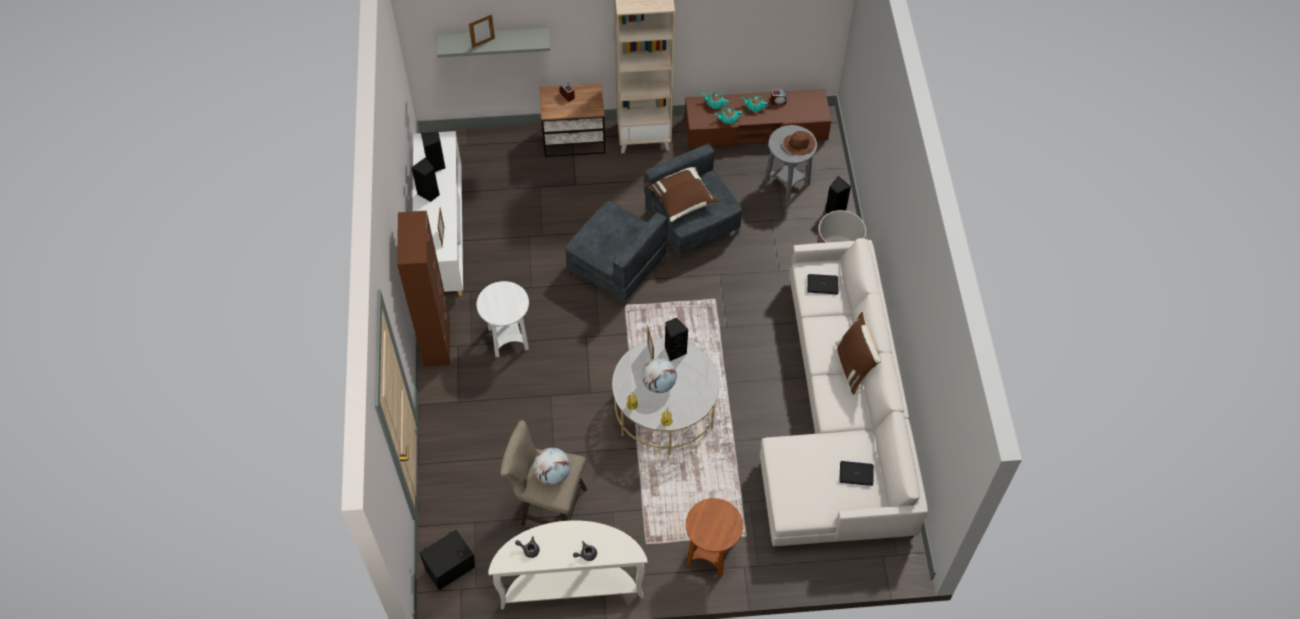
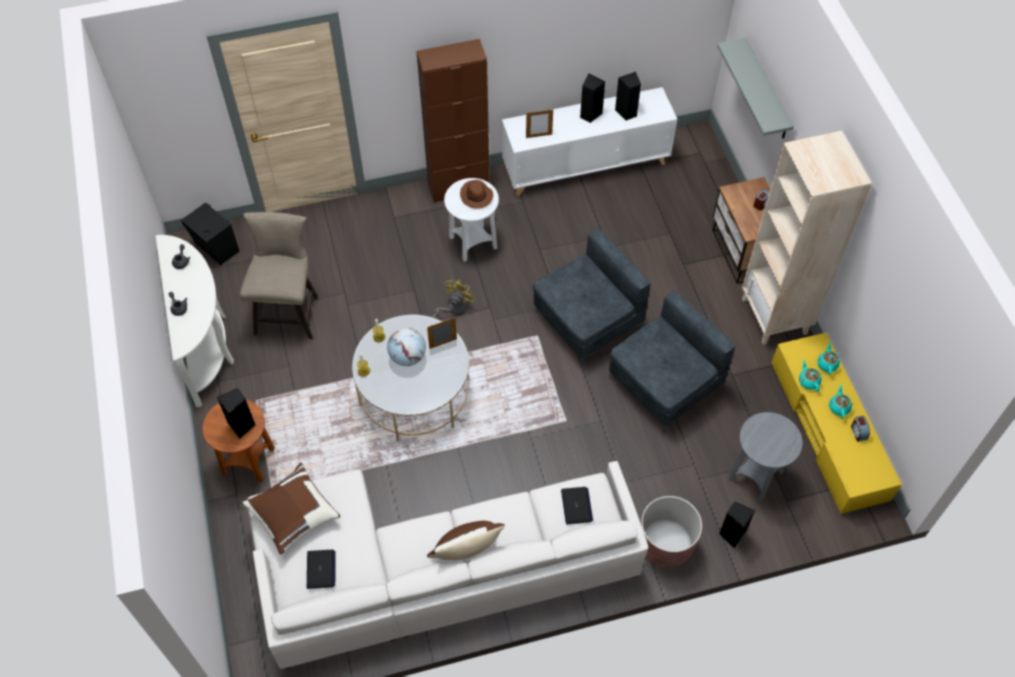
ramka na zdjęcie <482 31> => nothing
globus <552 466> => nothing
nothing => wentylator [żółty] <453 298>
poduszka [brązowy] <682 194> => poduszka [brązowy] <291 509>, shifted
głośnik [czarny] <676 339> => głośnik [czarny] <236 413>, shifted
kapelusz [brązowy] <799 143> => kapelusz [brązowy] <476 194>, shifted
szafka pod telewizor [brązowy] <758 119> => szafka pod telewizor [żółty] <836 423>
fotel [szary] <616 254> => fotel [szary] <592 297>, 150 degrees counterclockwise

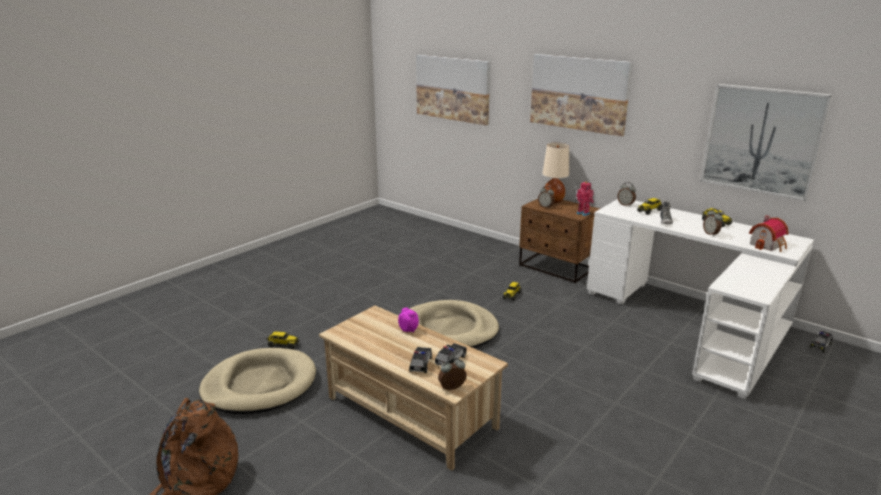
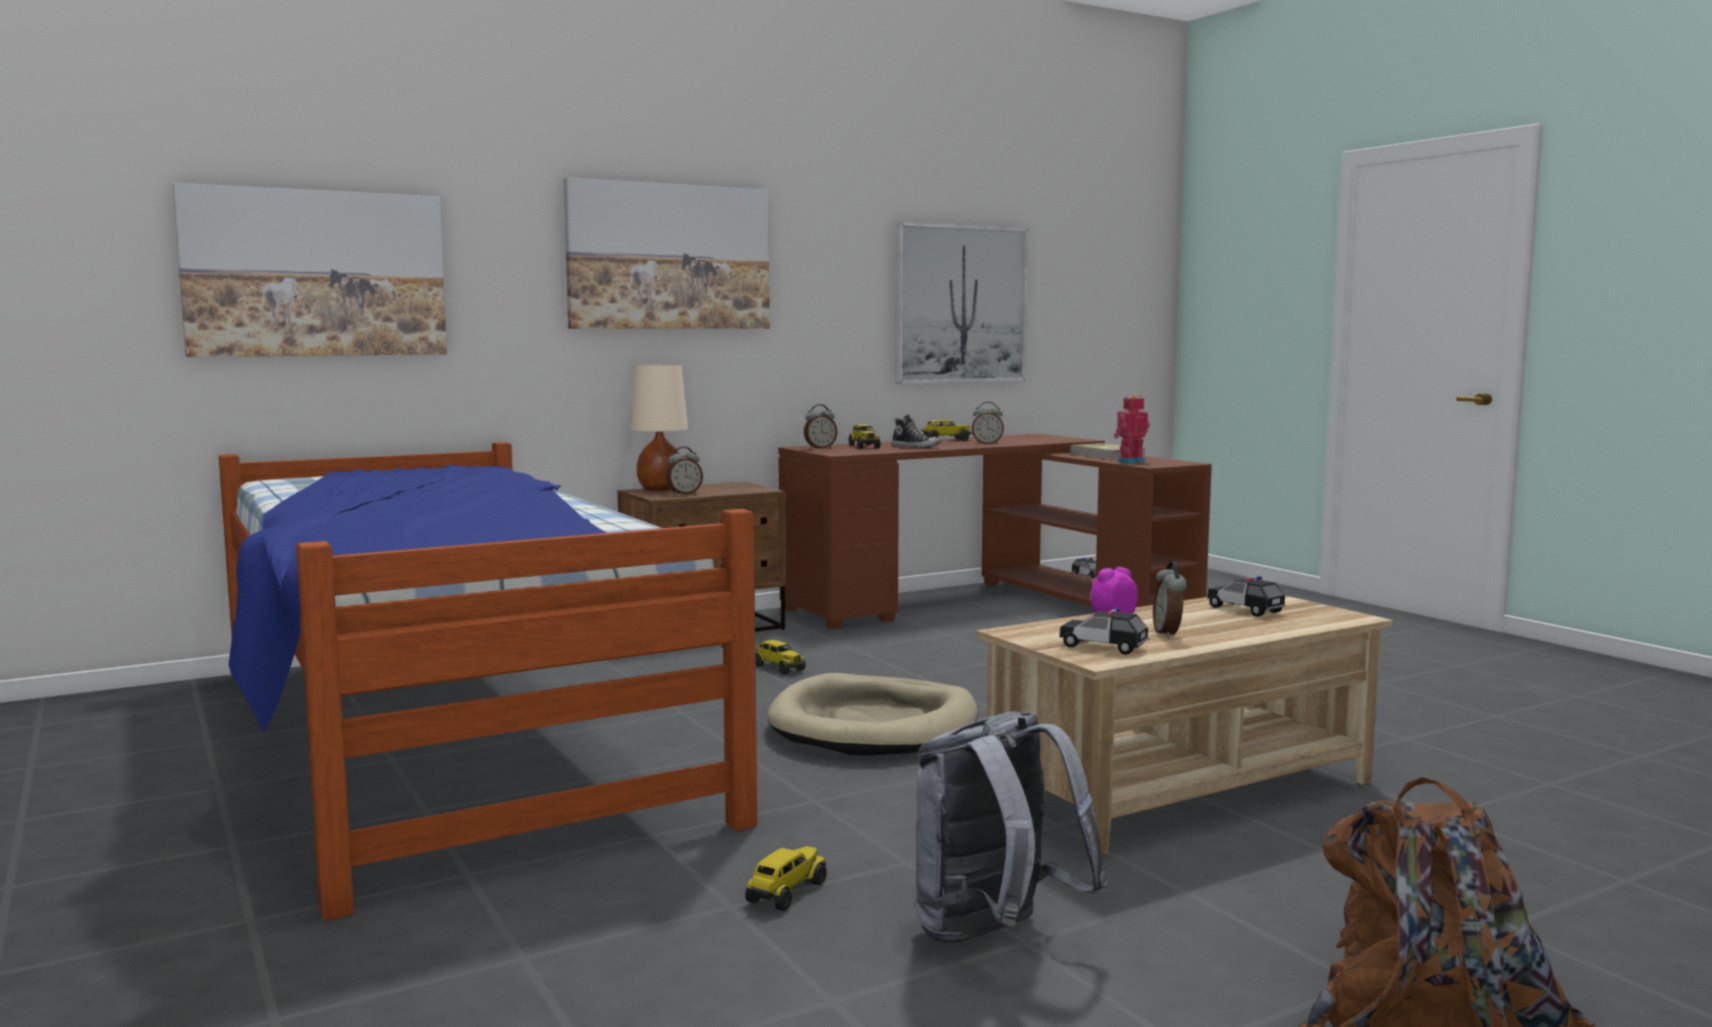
domek <768 233> => nothing
nothing => łóżko <488 681>
nothing => książka <1107 451>
samochodzik <420 360> => samochodzik <1104 631>, shifted
budzik <452 373> => budzik <1170 599>, shifted
robot zabawkowy <585 198> => robot zabawkowy <1132 428>, shifted
legowisko [beżowy] <257 381> => plecak [szary] <1011 827>
biurko [biały] <700 299> => biurko [brązowy] <995 531>

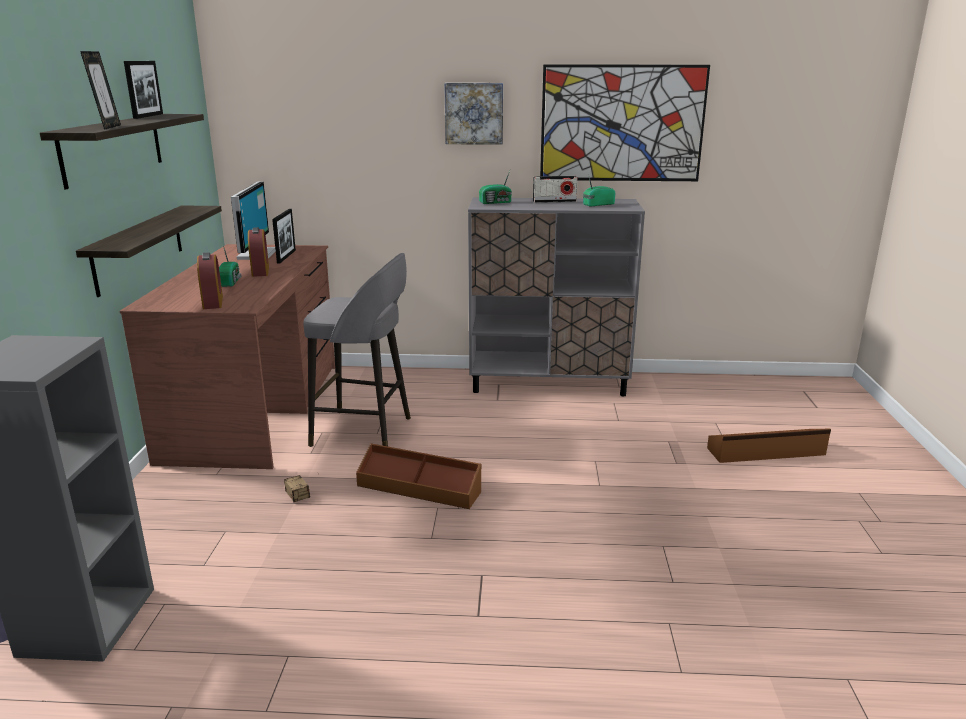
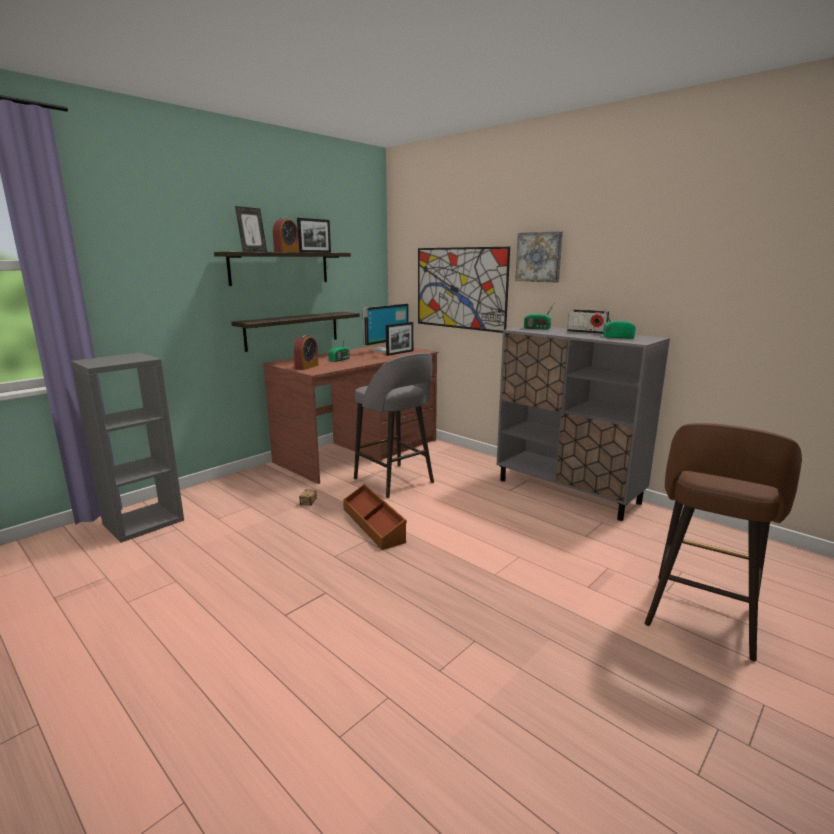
budzik <258 252> => budzik <286 234>, shifted
obraz <625 123> => obraz <464 290>, shifted
pojemnik do przechowywania [brązowy] <769 445> => stołek [brązowy] <723 542>

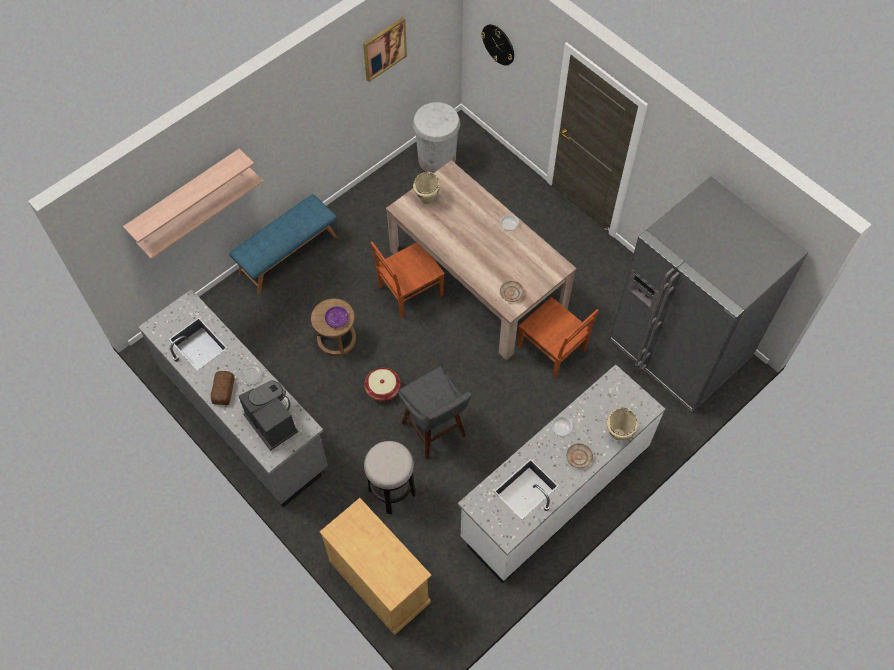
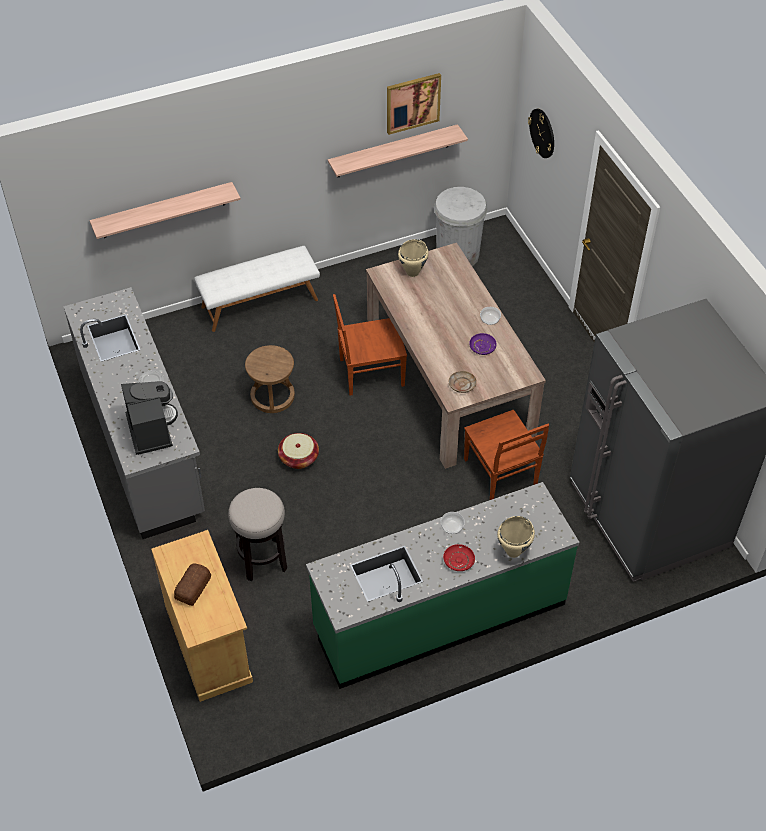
stołek [szary] <435 413> => nothing
półka <188 196> => półka <398 150>, shifted
chleb <222 388> => chleb <192 584>, shifted
talerz [fioletowy] <336 317> => talerz [fioletowy] <483 344>, shifted
ławka [niebieski] <283 244> => ławka [biały] <257 289>
zabudowa kuchenna [biały] <561 473> => zabudowa kuchenna [zielony] <442 585>
talerz [beżowy] <579 455> => talerz [czerwony] <459 557>

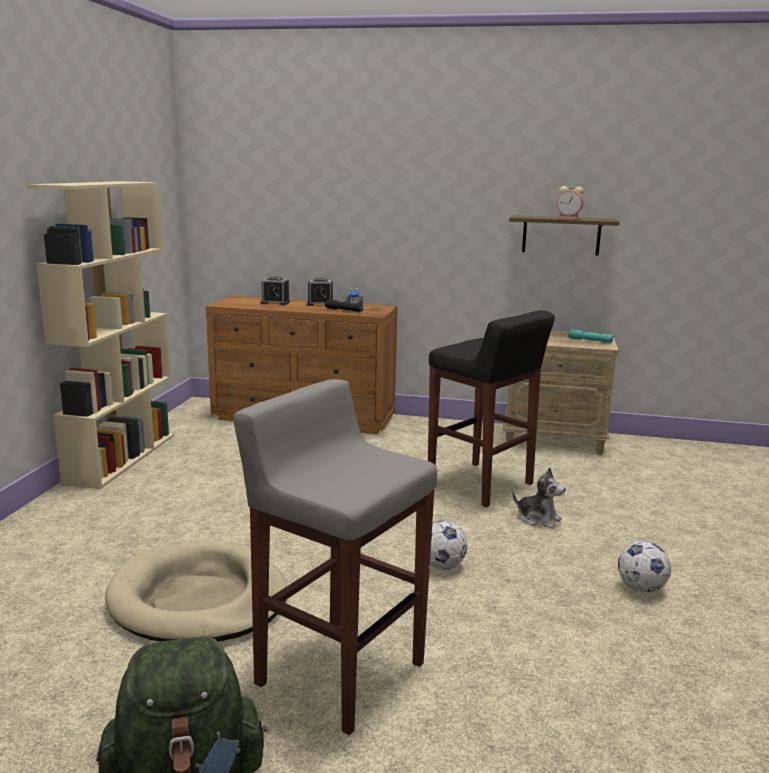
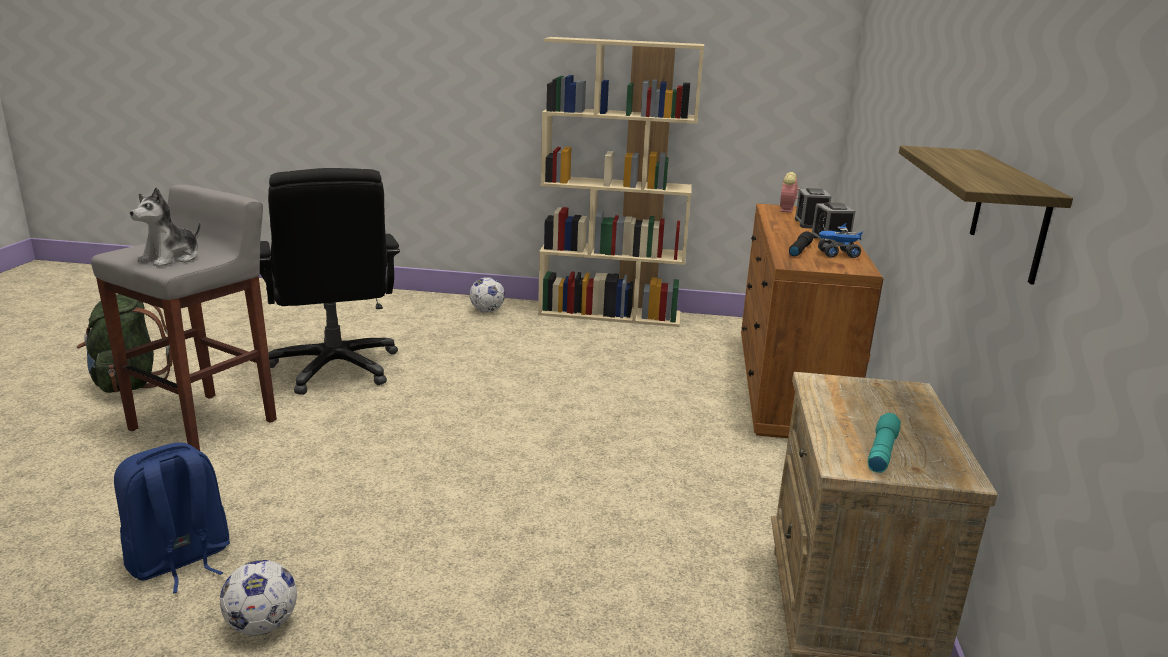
stołek [czarny] <491 408> => nothing
nothing => plecak [niebieski] <172 517>
piłka futbolowa <448 545> => piłka futbolowa <487 294>, shifted
pluszak <539 498> => pluszak <165 227>, shifted
budzik <570 202> => budzik <790 192>, shifted
legowisko [beżowy] <196 592> => krzesło biurowe [czarny] <330 281>

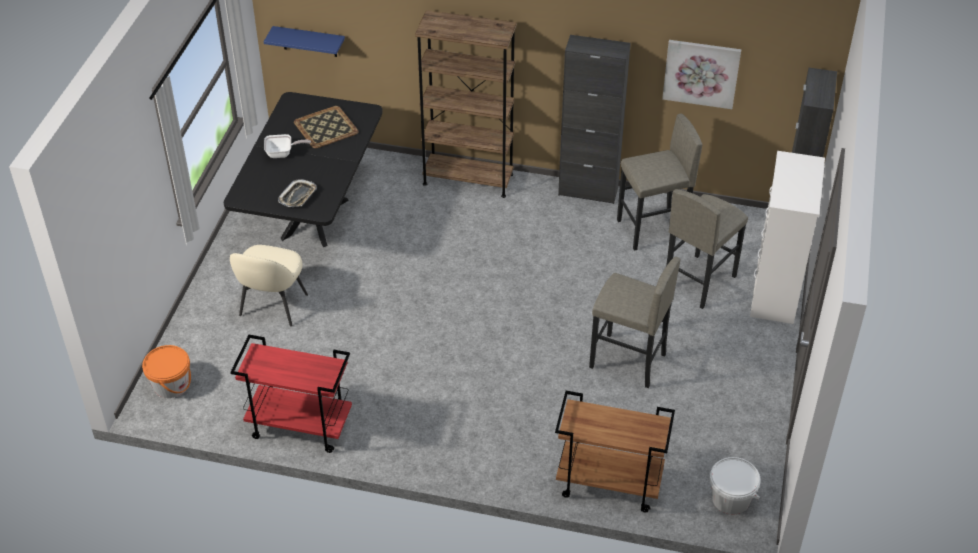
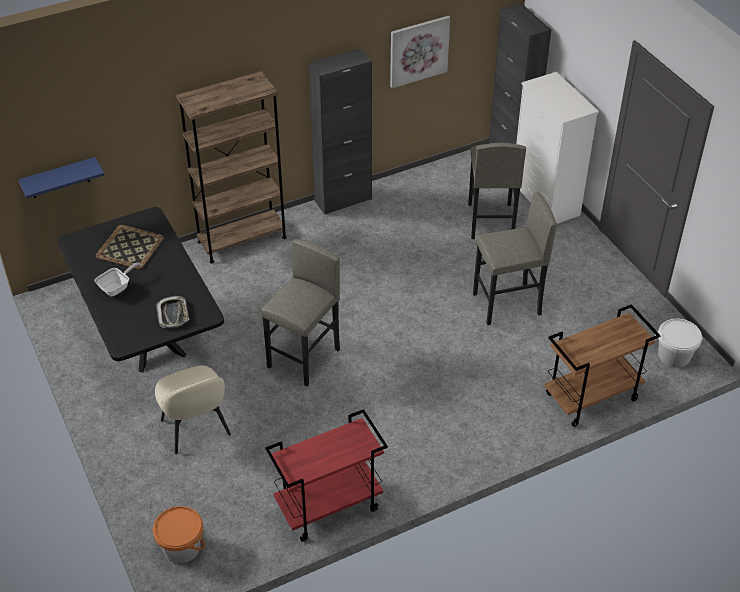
stołek [szary] <660 182> => stołek [szary] <300 313>, shifted

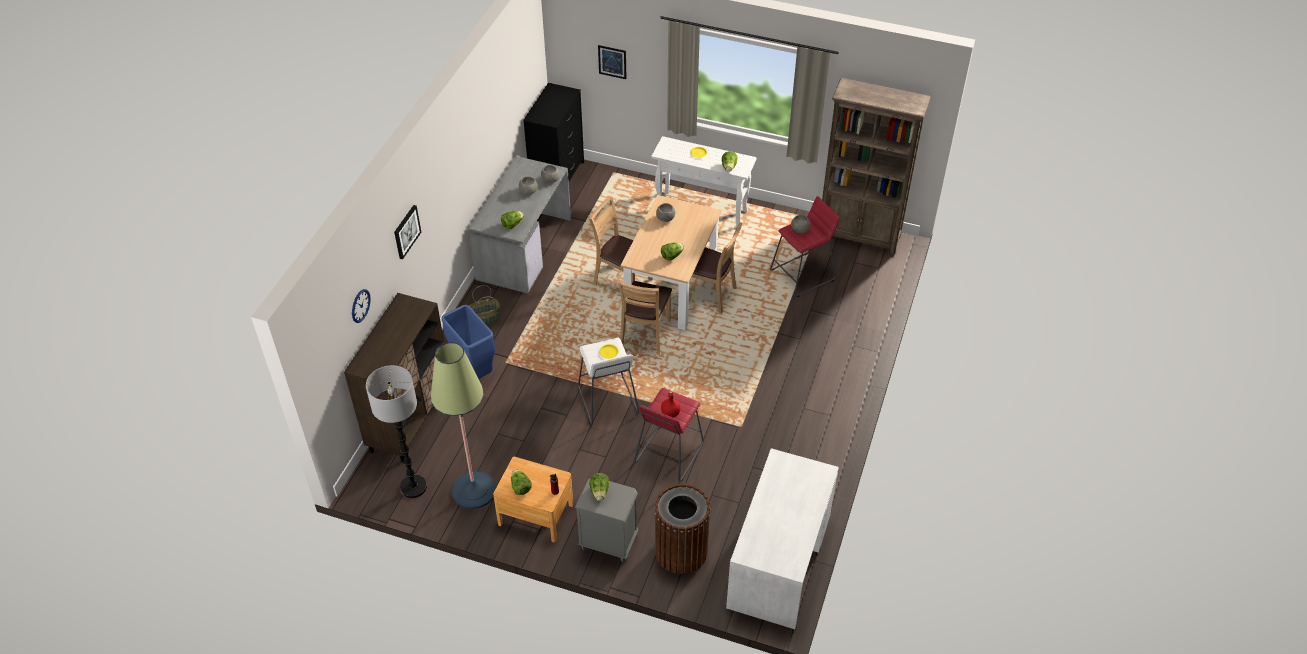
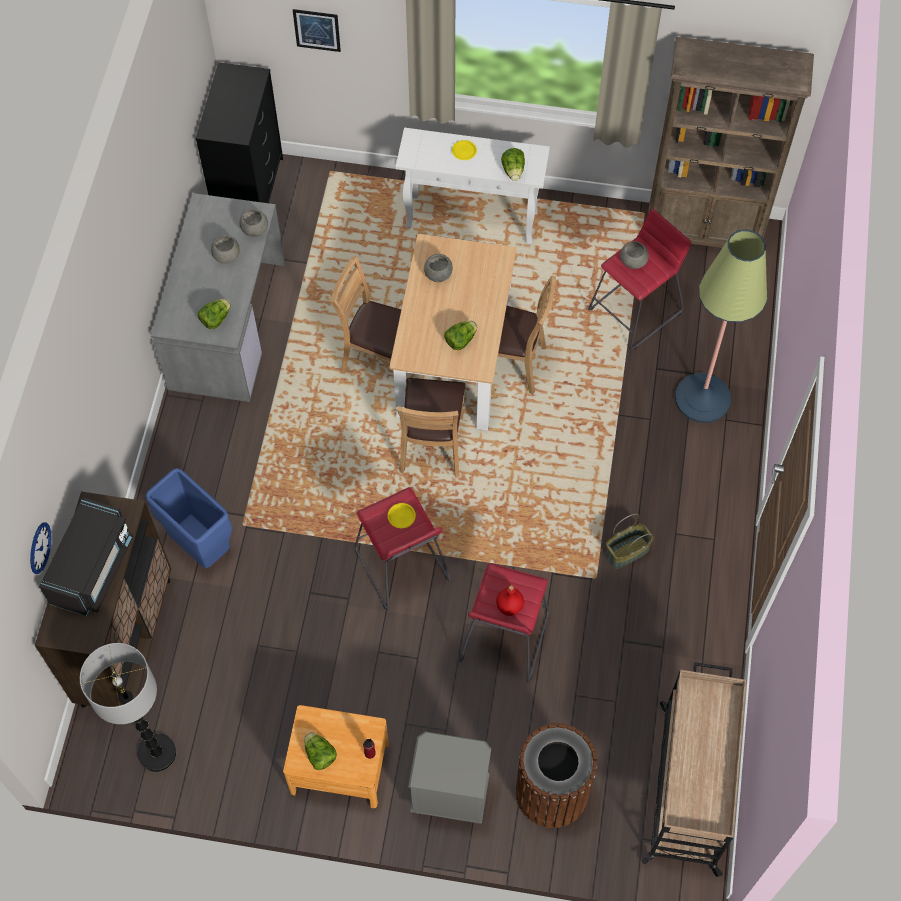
obraz <407 232> => nothing
sałata <599 487> => nothing
nothing => mikrofalówka [czarny] <86 556>
lampa stojąca <463 425> => lampa stojąca <721 326>, shifted
koszyk <485 304> => koszyk <629 541>, shifted
biurko [biały] <782 538> => wózek [beżowy] <693 769>
stołek [biały] <608 381> => stołek [czerwony] <403 548>

